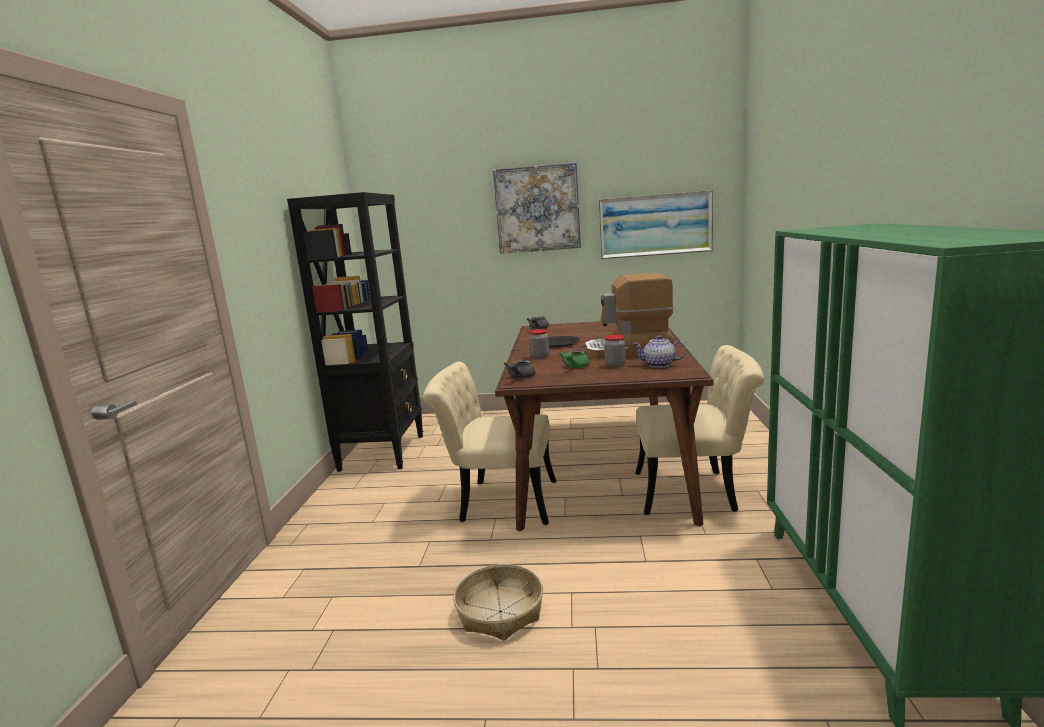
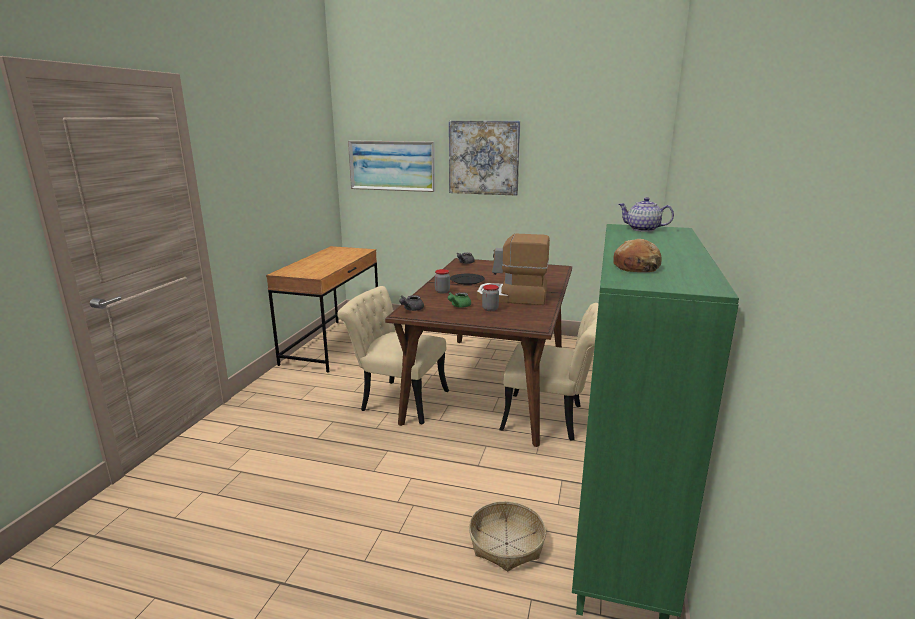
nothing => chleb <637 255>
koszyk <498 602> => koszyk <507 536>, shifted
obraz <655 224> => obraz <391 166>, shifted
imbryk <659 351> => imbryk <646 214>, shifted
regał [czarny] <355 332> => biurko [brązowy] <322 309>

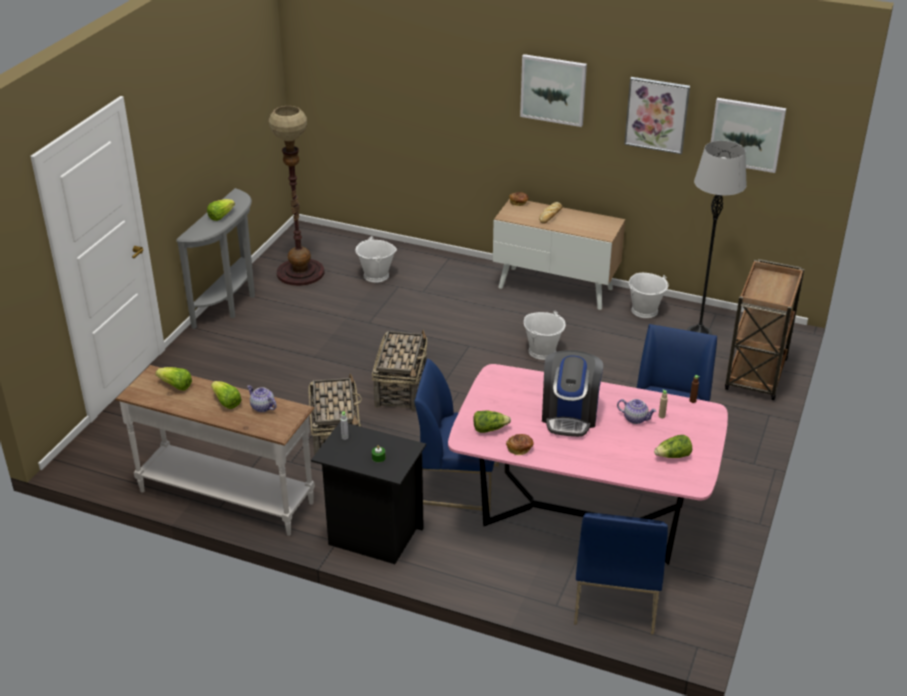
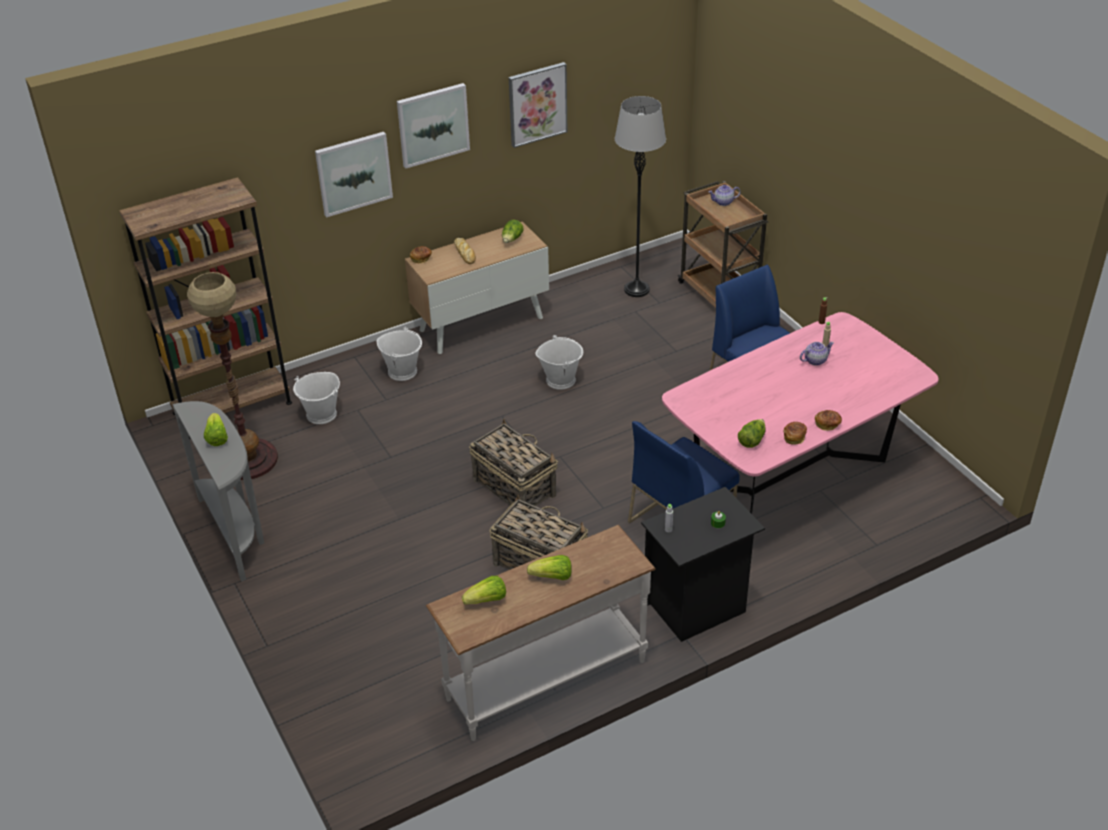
ekspres do kawy <572 393> => nothing
krzesło [niebieski] <621 574> => nothing
nothing => regał [brązowy] <205 308>
nothing => chleb <828 420>
imbryk <262 398> => imbryk <724 195>, shifted
wiadro [biały] <649 295> => wiadro [biały] <399 354>, shifted
sałata <673 446> => sałata <513 231>, shifted
obraz <748 135> => obraz <354 174>, shifted

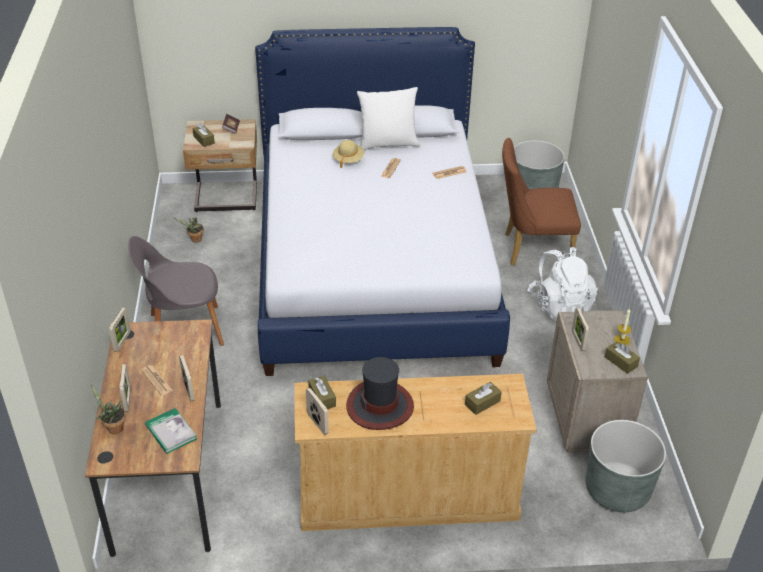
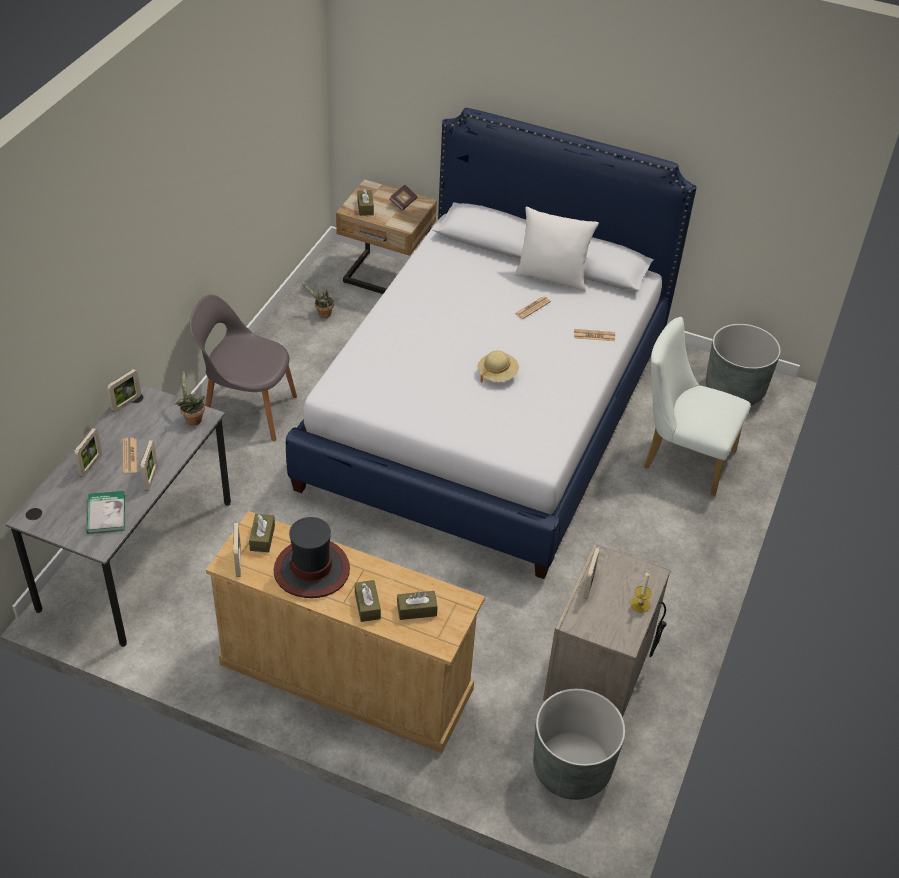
plecak [biały] <562 284> => nothing
roślina doniczkowa <108 409> => roślina doniczkowa <189 397>, shifted
kapelusz [beżowy] <349 154> => kapelusz [beżowy] <498 366>, shifted
pudełko chusteczek [brązowy] <622 357> => pudełko chusteczek [brązowy] <368 601>, shifted
biurko [brązowy] <153 438> => biurko [szary] <118 515>
krzesło [brązowy] <541 201> => krzesło [biały] <697 406>

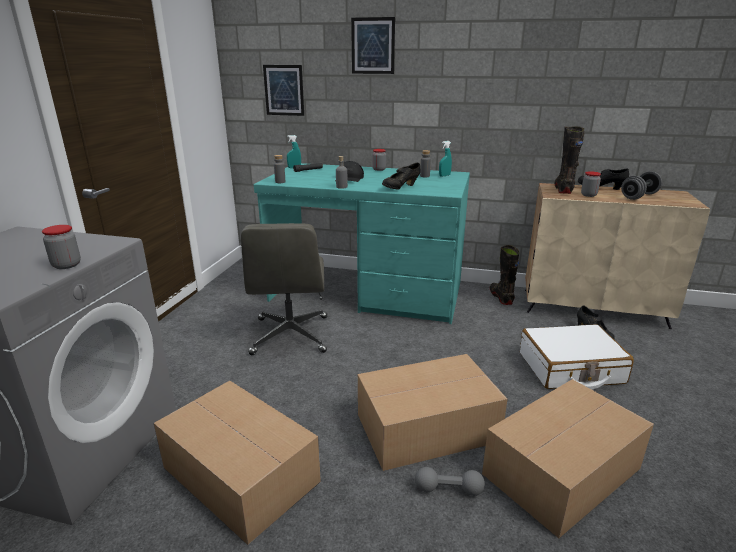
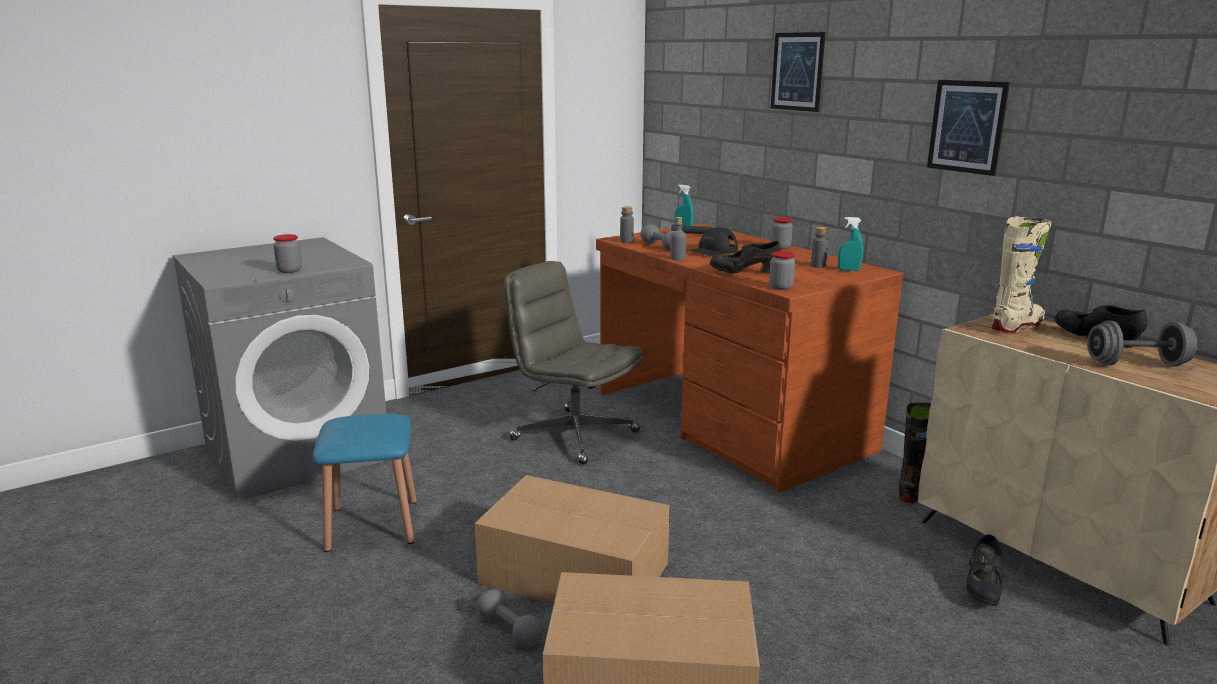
walizka [biały] <577 357> => nothing
nothing => hantel [szary] <657 237>
obraz <283 90> => obraz <968 128>, shifted
słoik <591 184> => słoik <782 270>, shifted
karton <237 463> => stołek [niebieski] <365 483>
biurko [turkusowy] <362 243> => biurko [brązowy] <750 358>
but z cholewką [czarny] <569 160> => but z cholewką [beżowy] <1021 274>
krzesło biurowe [szary] <284 289> => krzesło biurowe [szary] <573 363>, 90 degrees clockwise

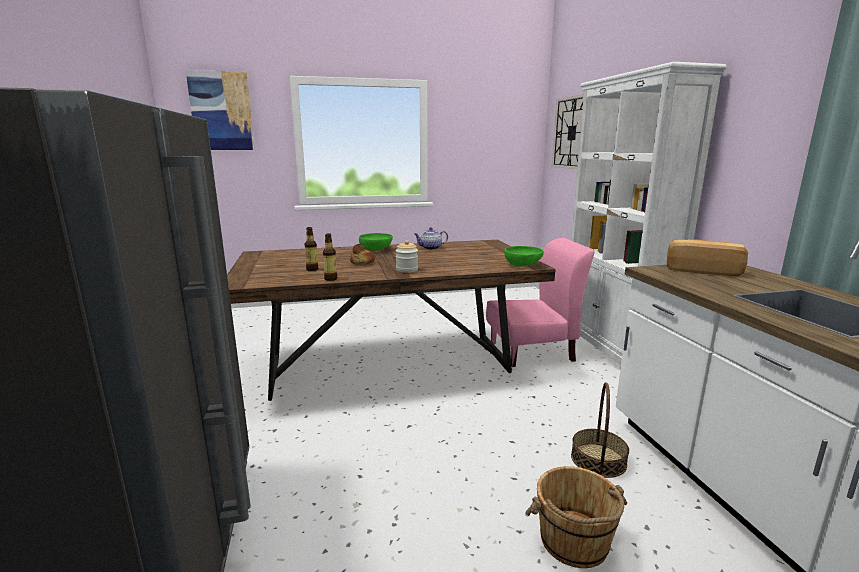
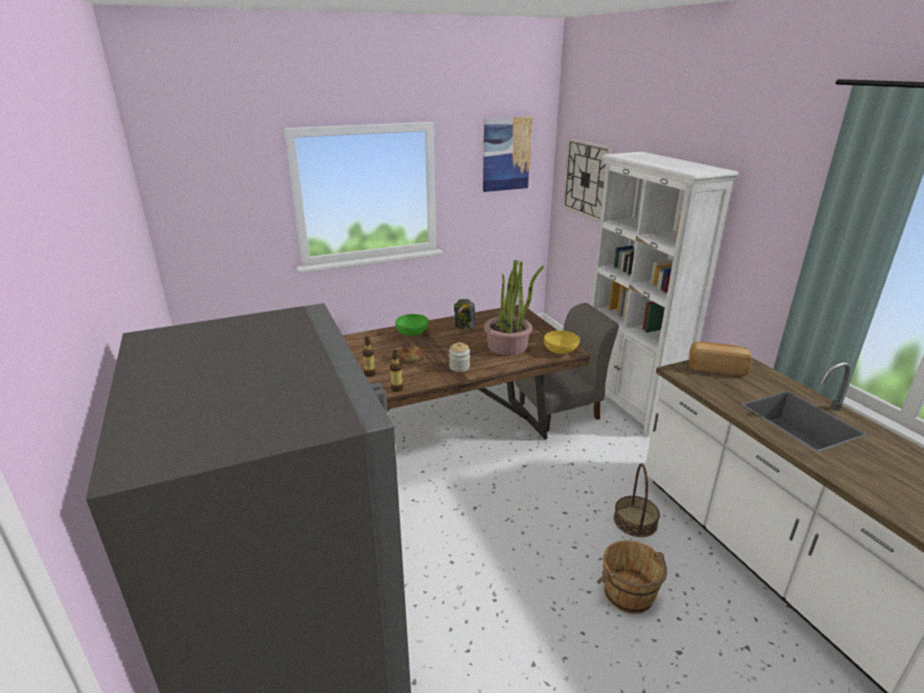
nothing => roślina doniczkowa <514 307>
obraz <220 110> => obraz <508 154>, shifted
imbryk <431 238> => słoik <464 314>
krzesło [różowy] <540 302> => krzesło [szary] <567 367>
miska [zielony] <524 256> => miska [żółty] <562 342>

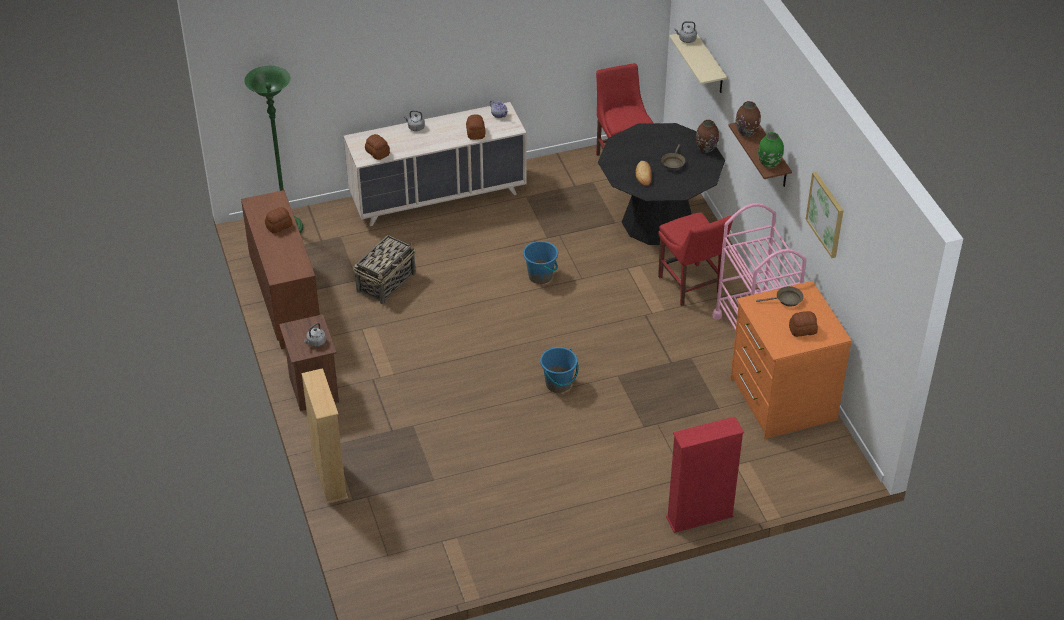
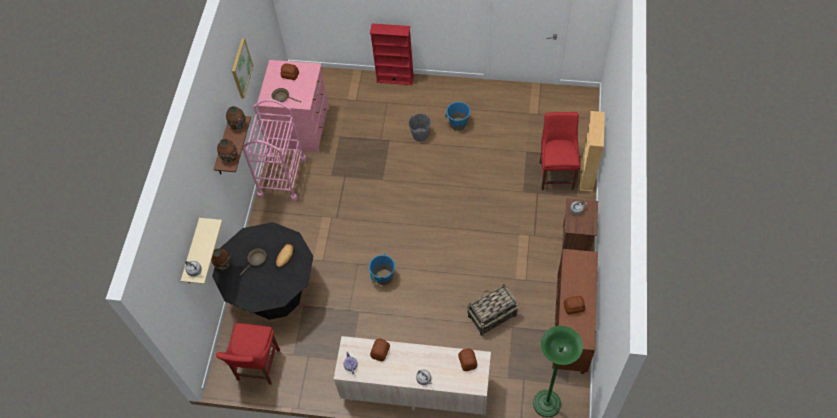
nothing => wiadro [szary] <420 127>
wiadro [niebieski] <559 370> => wiadro [niebieski] <458 116>, shifted
krzesło [czerwony] <695 259> => krzesło [czerwony] <560 151>, shifted
komoda [pomarańczowy] <791 360> => komoda [różowy] <293 106>
wazon [zielony] <771 150> => wazon [brązowy] <236 118>

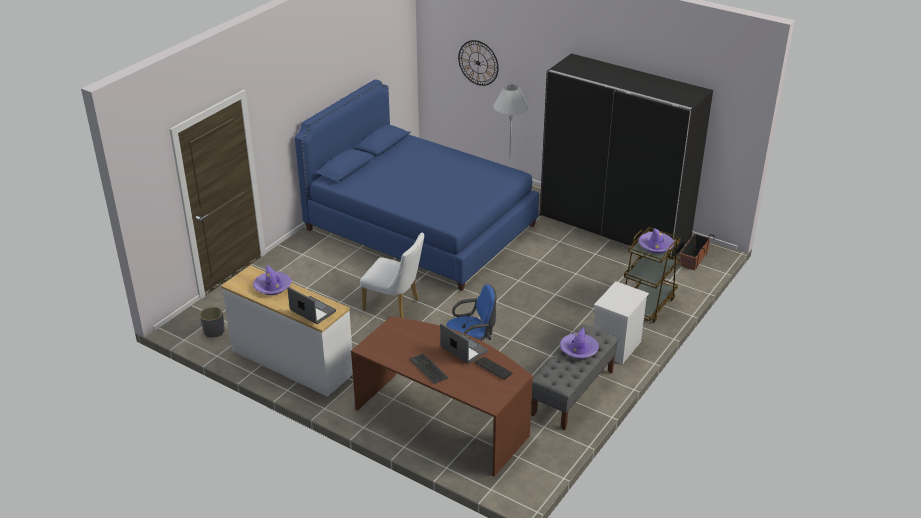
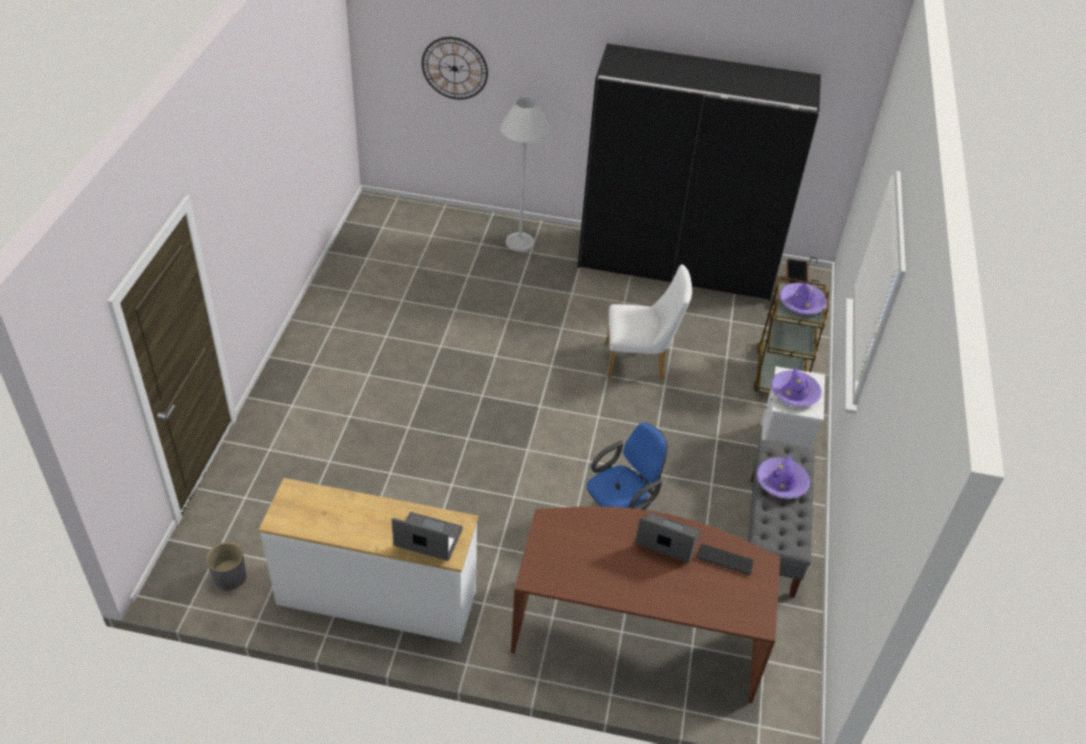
łóżko [niebieski] <417 185> => nothing
klawiatura <429 368> => nothing
kapelusz [fioletowy] <272 280> => kapelusz [fioletowy] <796 387>, shifted
krzesło [biały] <392 275> => krzesło [biały] <649 322>, shifted

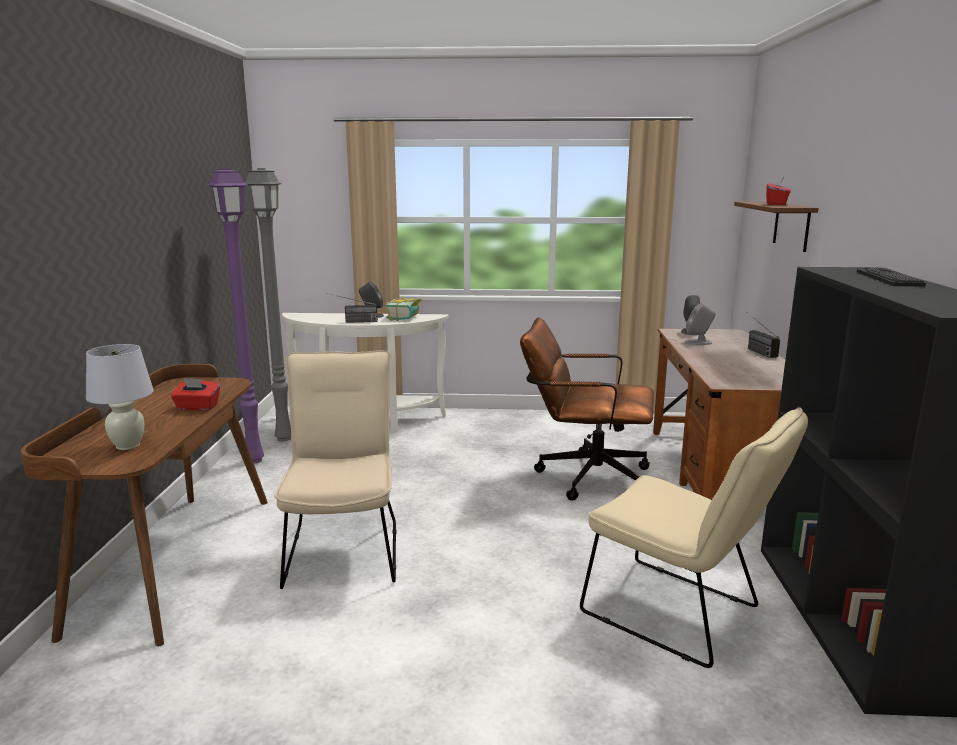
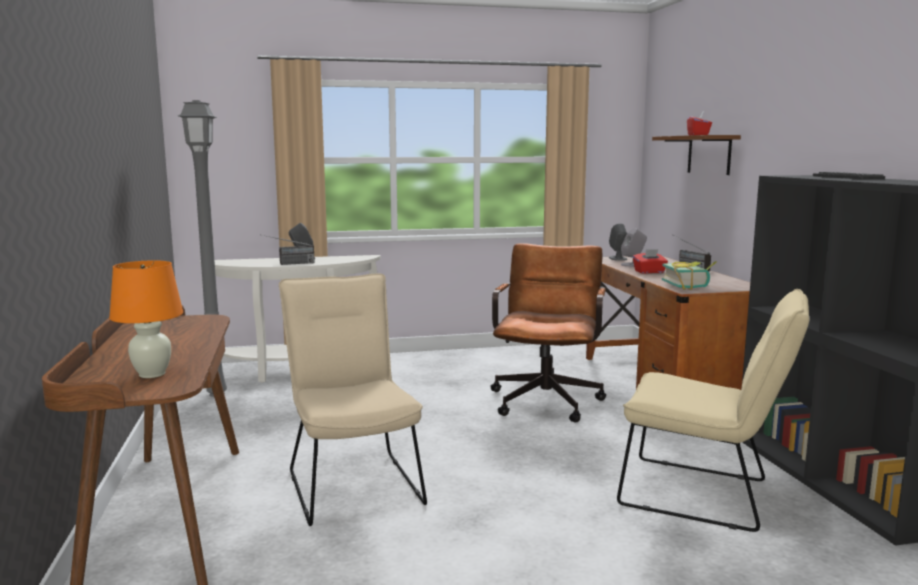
lampa stojąca [fioletowy] <236 316> => nothing
pudełko chusteczek [czerwony] <195 394> => pudełko chusteczek [czerwony] <650 261>, shifted
książka <404 309> => książka <689 275>, shifted
lampa stołowa [biały] <120 397> => lampa stołowa [pomarańczowy] <146 319>
krzesło biurowe [brązowy] <587 409> => krzesło biurowe [brązowy] <548 332>, 105 degrees clockwise

